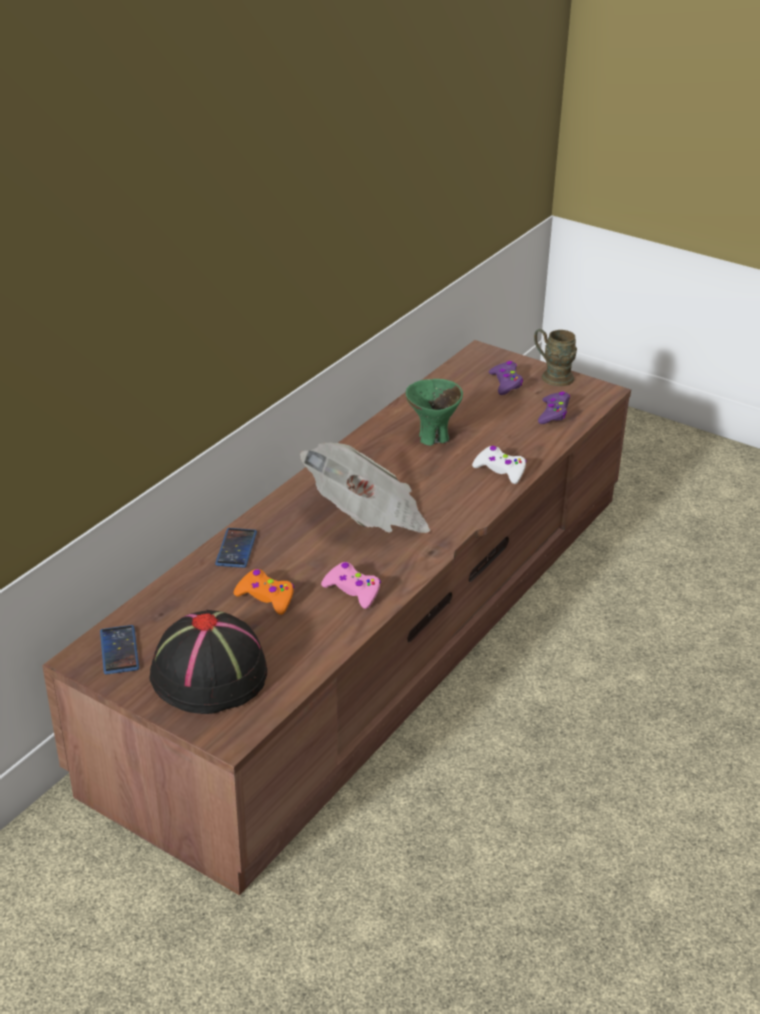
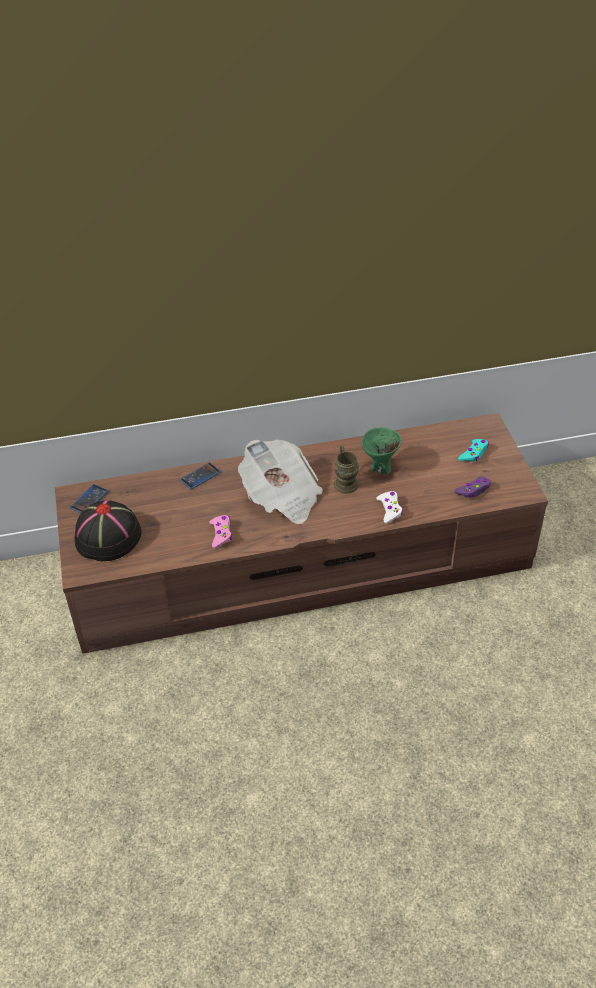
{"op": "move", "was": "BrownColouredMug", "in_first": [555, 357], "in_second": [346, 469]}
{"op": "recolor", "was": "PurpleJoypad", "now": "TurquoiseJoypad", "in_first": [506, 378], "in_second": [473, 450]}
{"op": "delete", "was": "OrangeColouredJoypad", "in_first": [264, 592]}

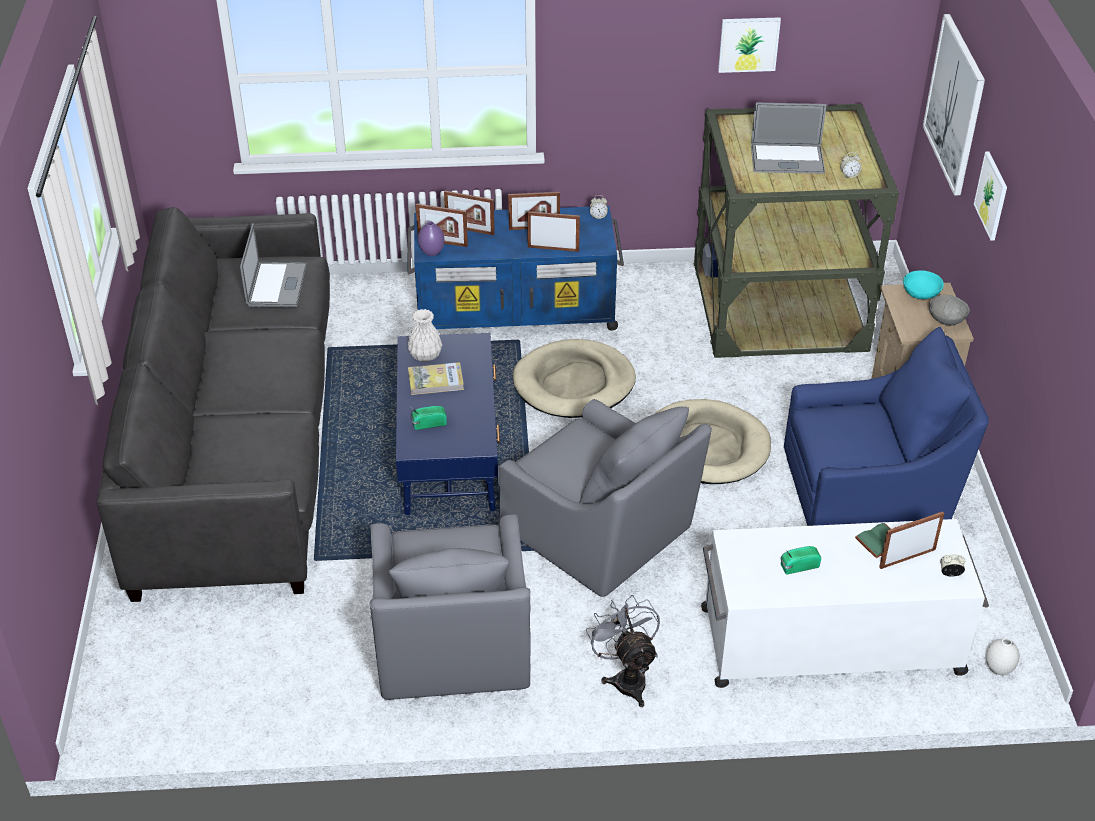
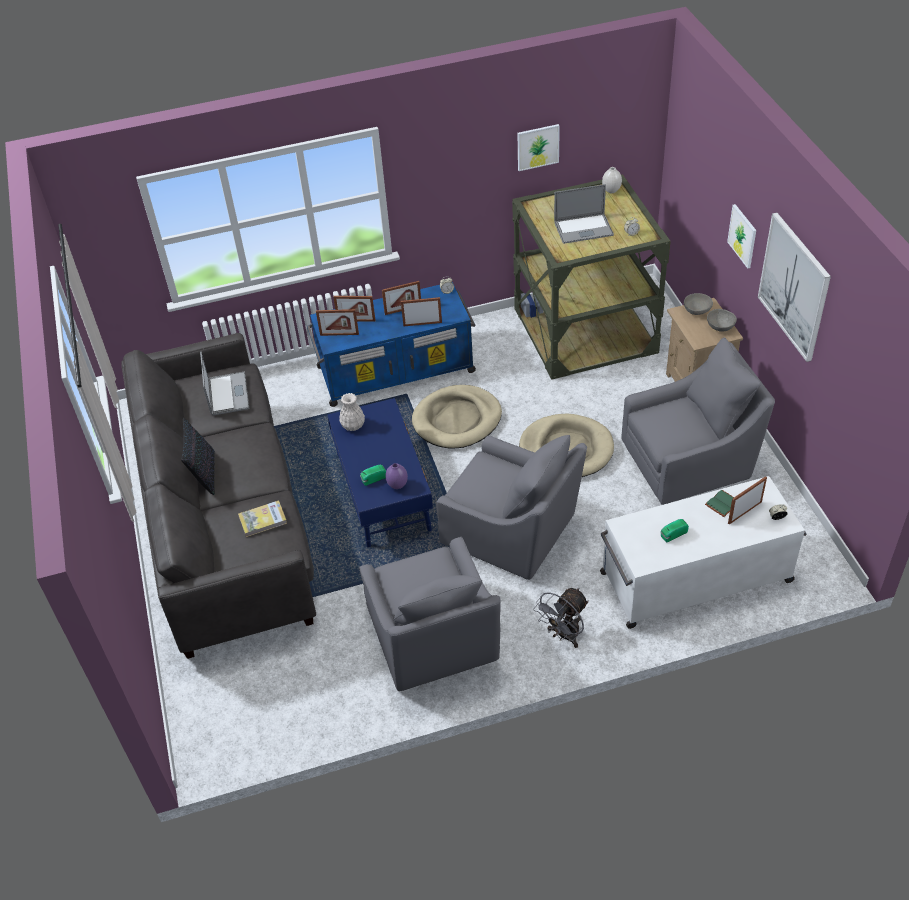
{"op": "insert", "now": "BlackishCushion", "in_second": [198, 456]}
{"op": "move", "was": "Volume", "in_first": [436, 378], "in_second": [262, 518]}
{"op": "move", "was": "PurpleDecorativeVase", "in_first": [431, 238], "in_second": [396, 476]}
{"op": "rotate", "was": "GreyishCoolingFan", "in_first": [623, 651], "in_second": [561, 618], "clockwise": -105}
{"op": "move", "was": "WhiteDecorativeVase", "in_first": [1003, 656], "in_second": [612, 180]}
{"op": "recolor", "was": "BlueLoungeChair", "now": "GreyishLoungeChair", "in_first": [886, 426], "in_second": [698, 421]}
{"op": "recolor", "was": "TurquoiseServingBowl", "now": "GreyishServingBowl", "in_first": [923, 284], "in_second": [698, 304]}
{"op": "move", "was": "WallPicture", "in_first": [954, 105], "in_second": [794, 287]}

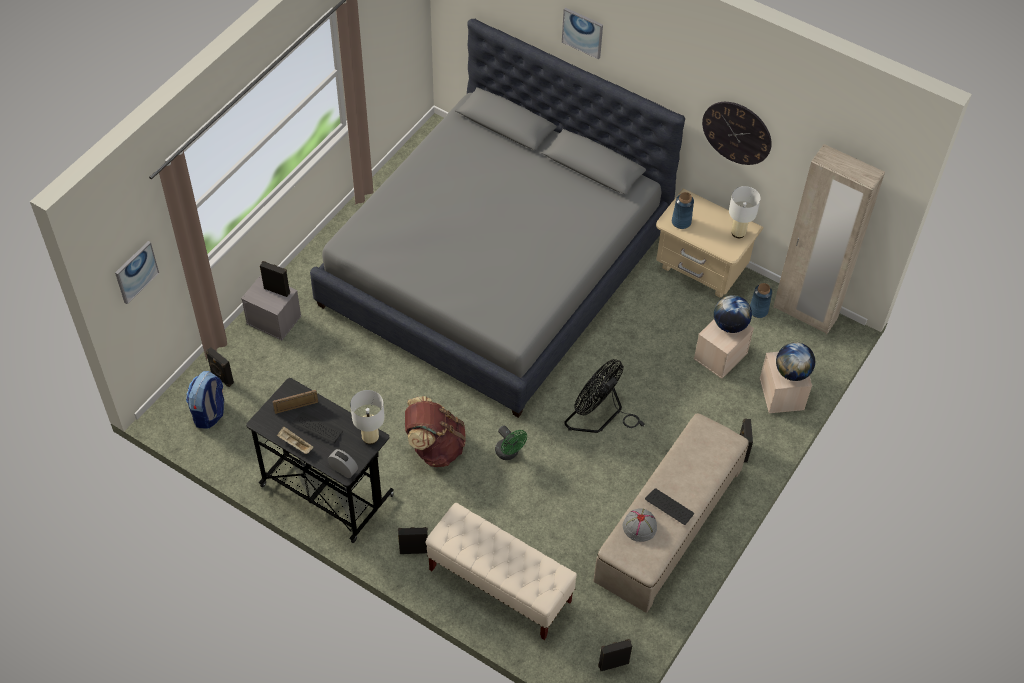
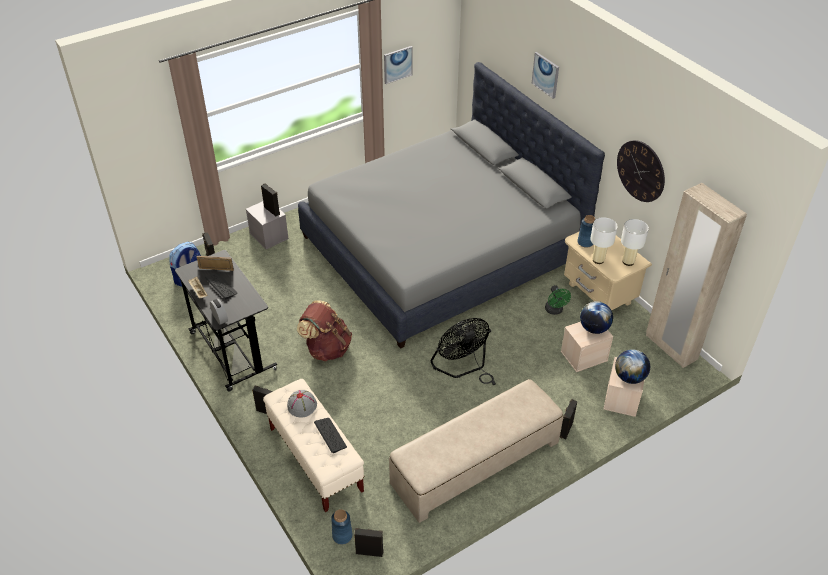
{"op": "move", "was": "GreyishClothingHat", "in_first": [640, 525], "in_second": [302, 403]}
{"op": "move", "was": "Keyboard", "in_first": [669, 506], "in_second": [330, 435]}
{"op": "move", "was": "BlueDecorativeVase", "in_first": [761, 300], "in_second": [342, 527]}
{"op": "move", "was": "WallPicture", "in_first": [137, 272], "in_second": [398, 65]}
{"op": "move", "was": "GreenColouredCoolingFan", "in_first": [511, 442], "in_second": [558, 300]}
{"op": "move", "was": "WhiteLampForATable", "in_first": [367, 417], "in_second": [604, 240]}

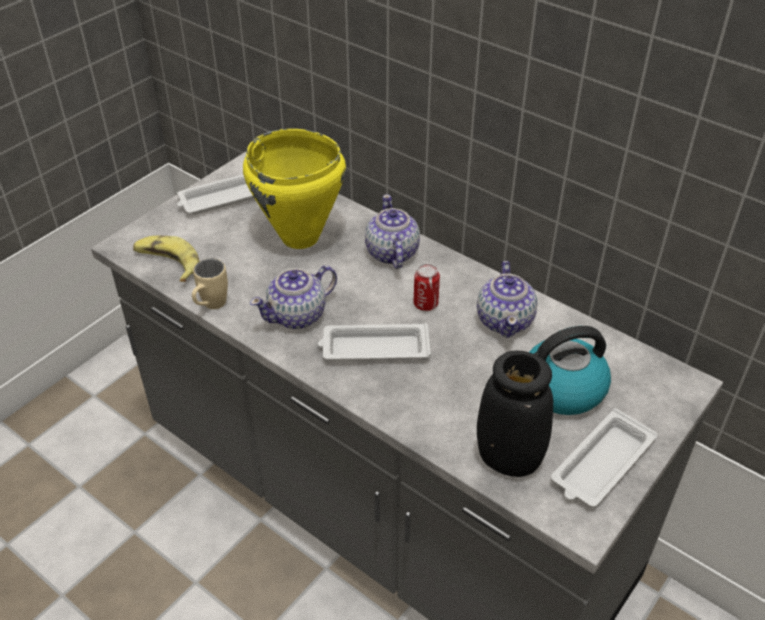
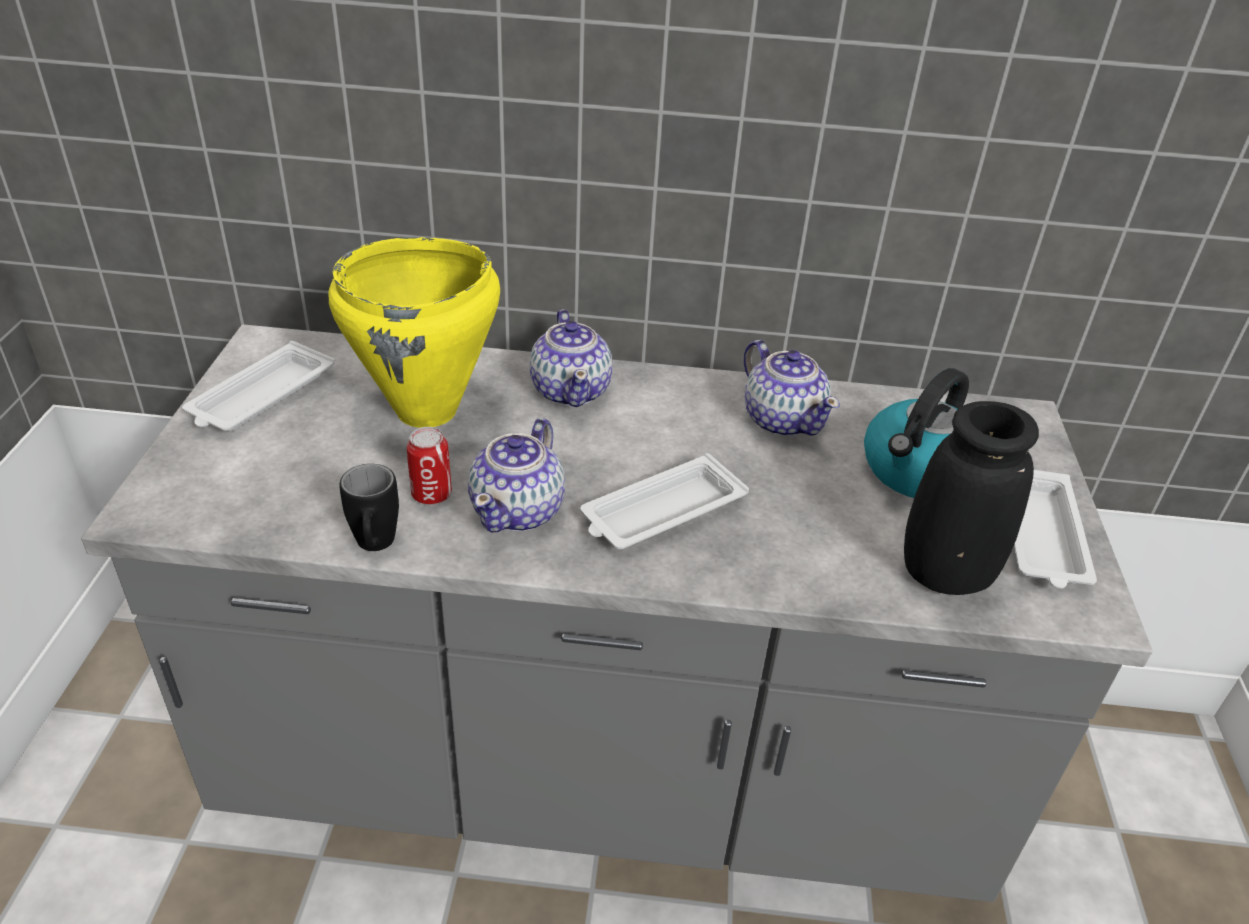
{"op": "recolor", "was": "SandColouredMug", "now": "BlackishMug", "in_first": [210, 283], "in_second": [369, 507]}
{"op": "move", "was": "Can", "in_first": [427, 287], "in_second": [429, 465]}
{"op": "rotate", "was": "Teapot", "in_first": [392, 231], "in_second": [570, 358], "clockwise": -150}
{"op": "delete", "was": "BananaFruit", "in_first": [166, 258]}

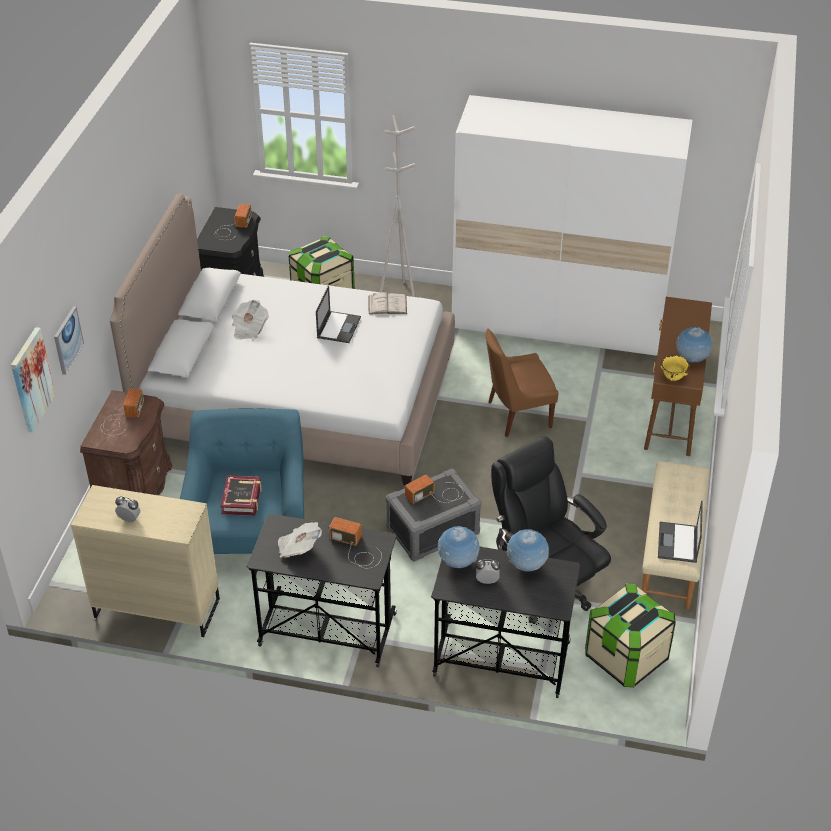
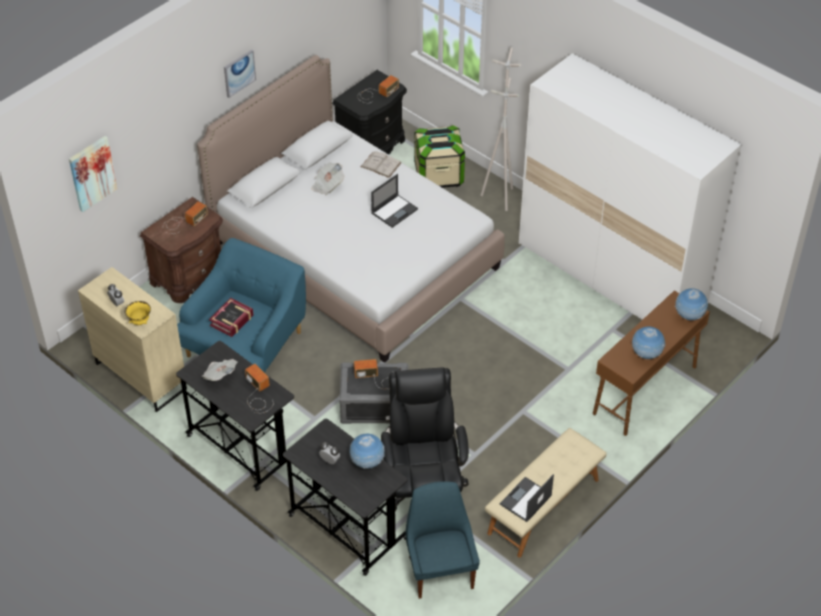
{"op": "move", "was": "YellowishServingBowl", "in_first": [675, 368], "in_second": [138, 313]}
{"op": "move", "was": "WallPicture", "in_first": [69, 340], "in_second": [240, 73]}
{"op": "move", "was": "WhiteVolume", "in_first": [388, 303], "in_second": [381, 164]}
{"op": "replace", "was": "StorageBox", "now": "BlueUprightChair", "in_first": [630, 635], "in_second": [442, 540]}
{"op": "move", "was": "DeskGlobe", "in_first": [458, 547], "in_second": [691, 304]}
{"op": "delete", "was": "BrownColouredUprightChair", "in_first": [522, 383]}

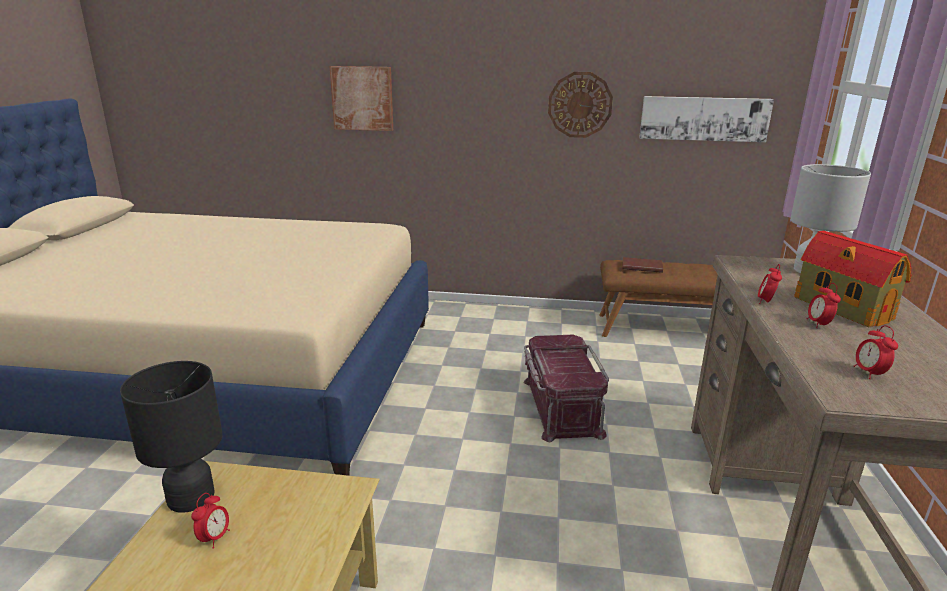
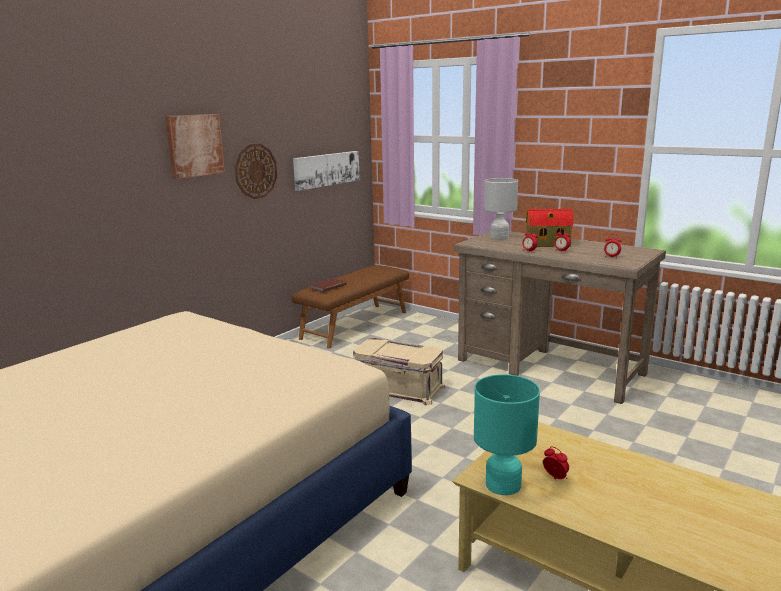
{"op": "move", "was": "WallPicture", "in_first": [361, 98], "in_second": [195, 146]}
{"op": "recolor", "was": "RedStorageBox", "now": "SandColouredStorageBox", "in_first": [566, 388], "in_second": [399, 372]}
{"op": "recolor", "was": "BlackishLampForATable", "now": "TurquoiseLampForATable", "in_first": [171, 437], "in_second": [507, 434]}

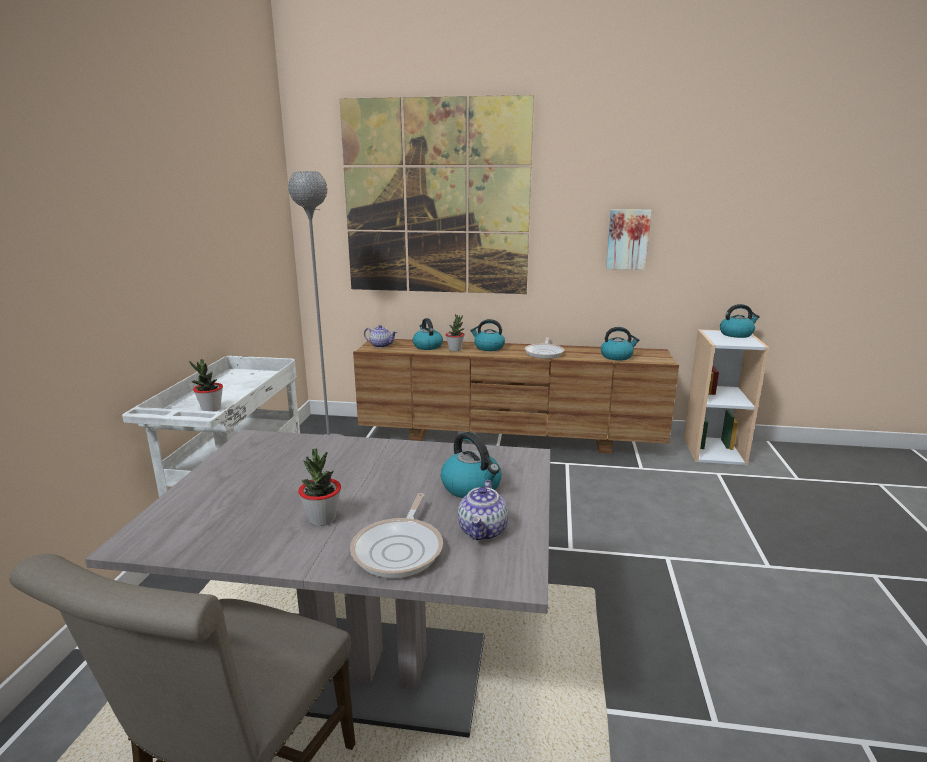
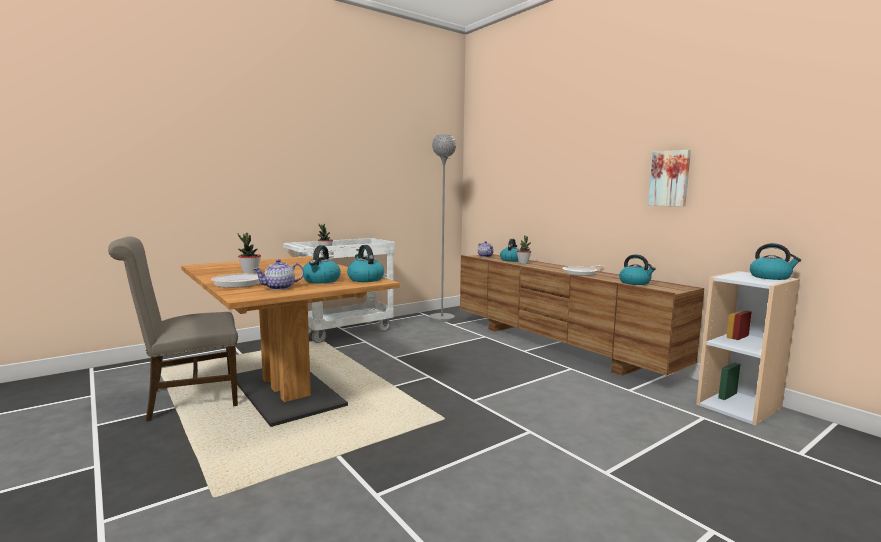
{"op": "recolor", "was": "GreyishKitchenTable", "now": "BrownColouredKitchenTable", "in_first": [317, 584], "in_second": [290, 341]}
{"op": "move", "was": "WaterKettle", "in_first": [487, 335], "in_second": [365, 263]}
{"op": "delete", "was": "WallPicture", "in_first": [436, 194]}

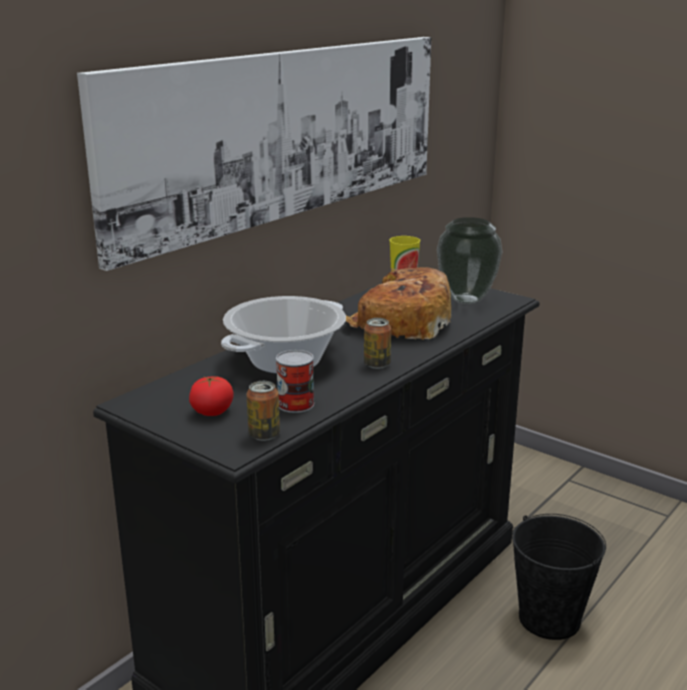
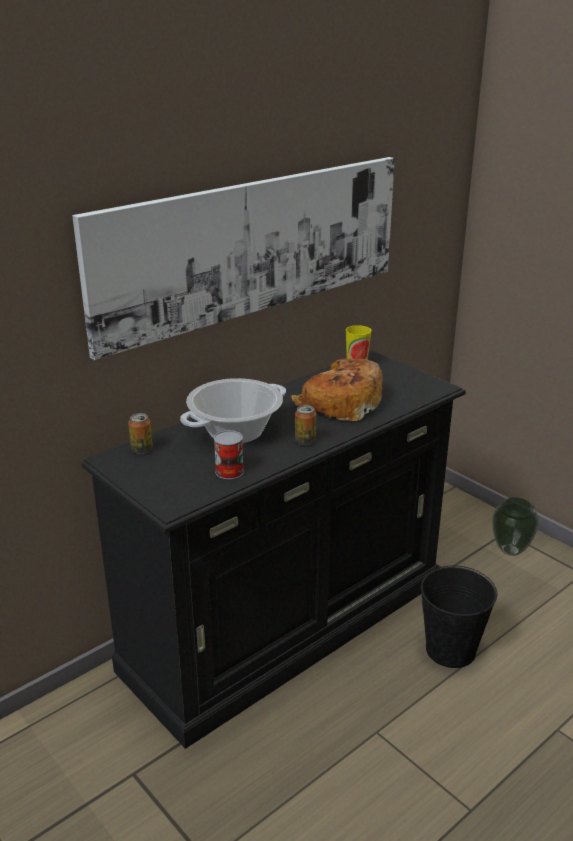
{"op": "move", "was": "Can", "in_first": [263, 411], "in_second": [140, 433]}
{"op": "move", "was": "DecorativeVase", "in_first": [469, 260], "in_second": [515, 526]}
{"op": "delete", "was": "Tomato", "in_first": [211, 396]}

